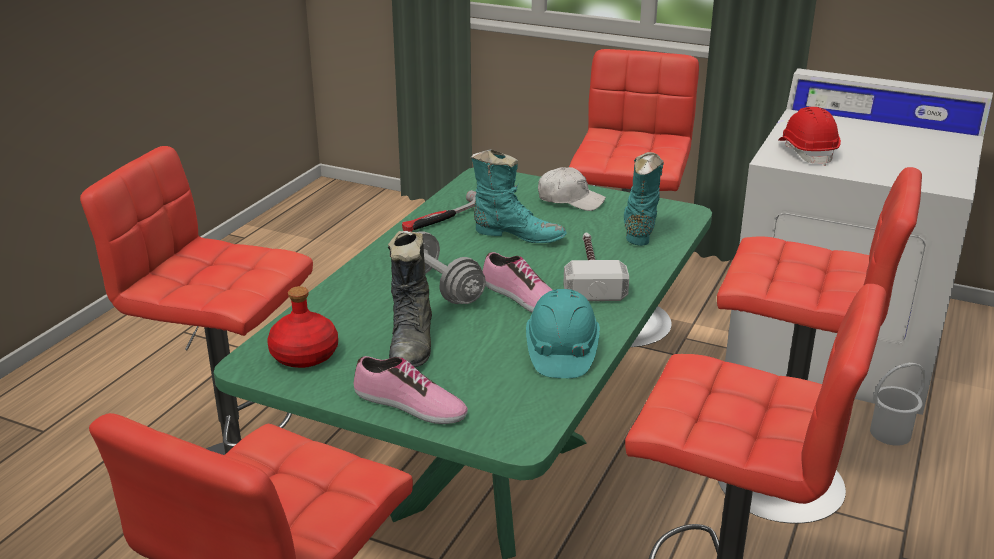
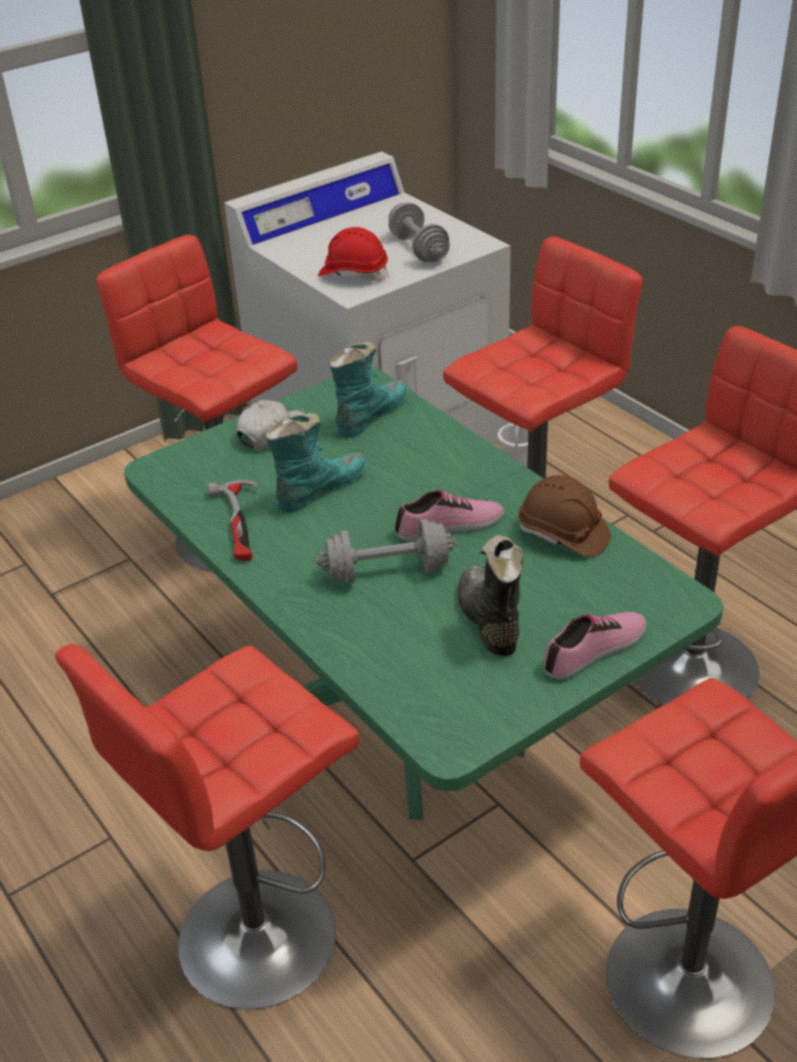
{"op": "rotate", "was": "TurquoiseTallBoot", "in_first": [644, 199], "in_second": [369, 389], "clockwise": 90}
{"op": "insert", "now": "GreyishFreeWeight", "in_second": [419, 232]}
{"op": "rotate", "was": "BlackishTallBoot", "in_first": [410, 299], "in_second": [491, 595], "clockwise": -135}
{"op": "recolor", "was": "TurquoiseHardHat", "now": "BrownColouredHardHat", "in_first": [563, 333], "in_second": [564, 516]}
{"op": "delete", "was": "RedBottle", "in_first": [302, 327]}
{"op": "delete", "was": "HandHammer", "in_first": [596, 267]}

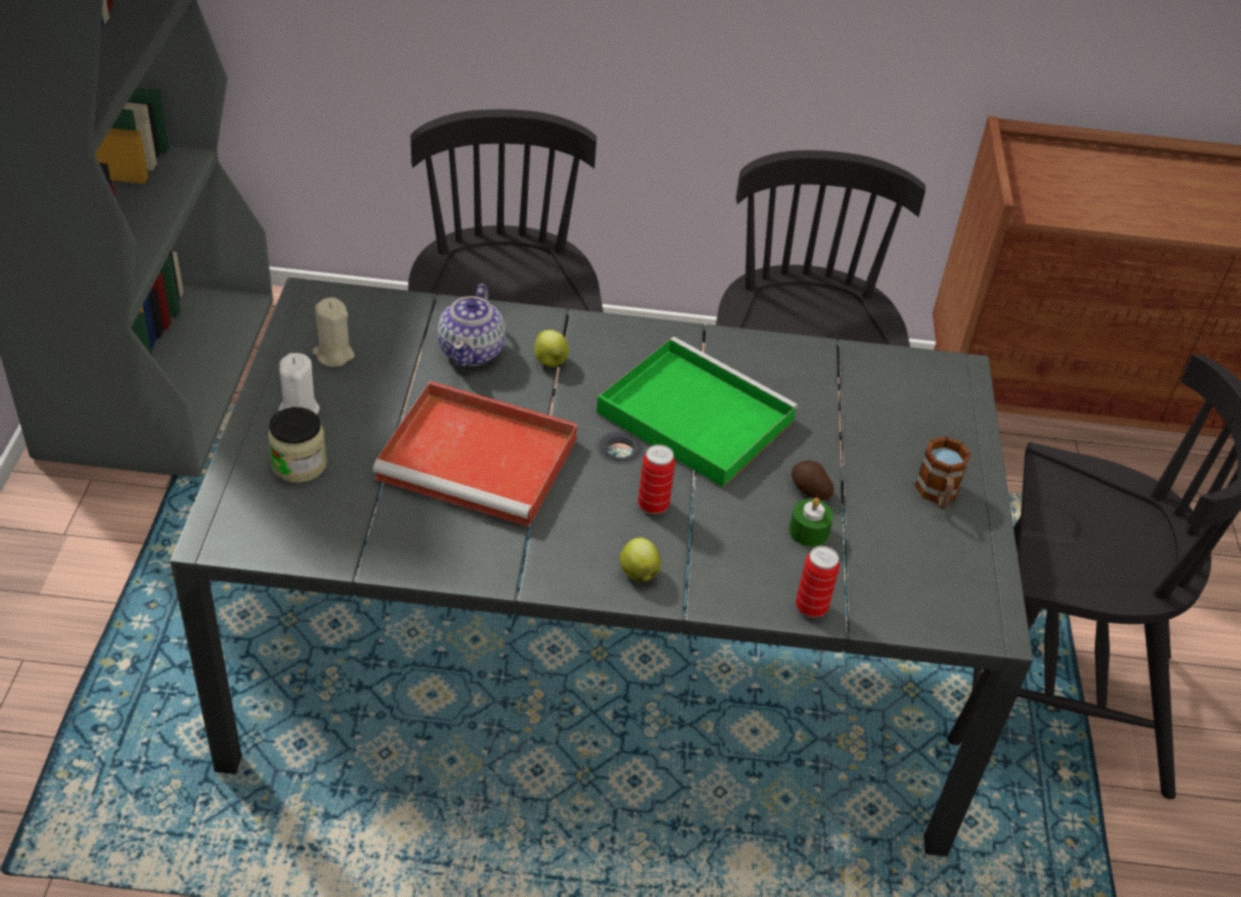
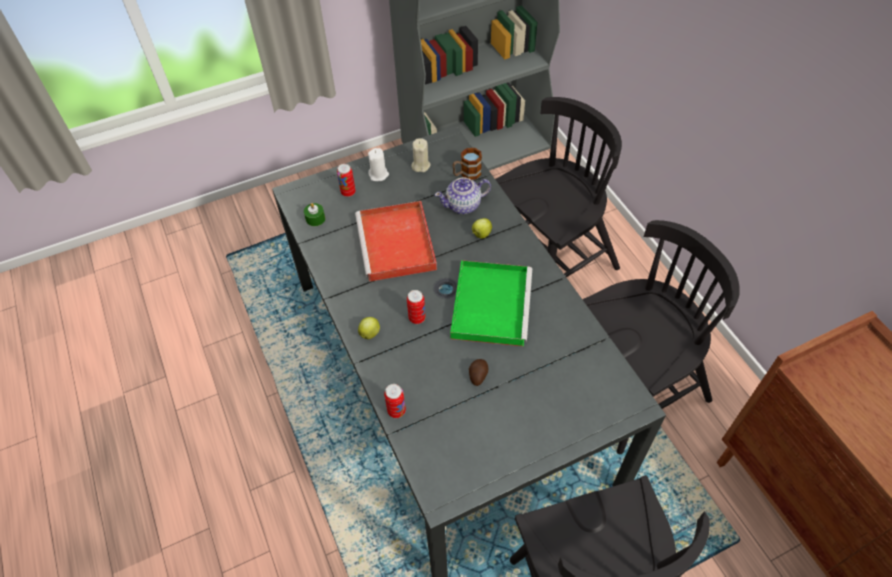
{"op": "move", "was": "GreenColouredCandle", "in_first": [811, 522], "in_second": [314, 214]}
{"op": "replace", "was": "Jar", "now": "Can", "in_first": [297, 445], "in_second": [346, 180]}
{"op": "move", "was": "Mug", "in_first": [943, 473], "in_second": [467, 164]}

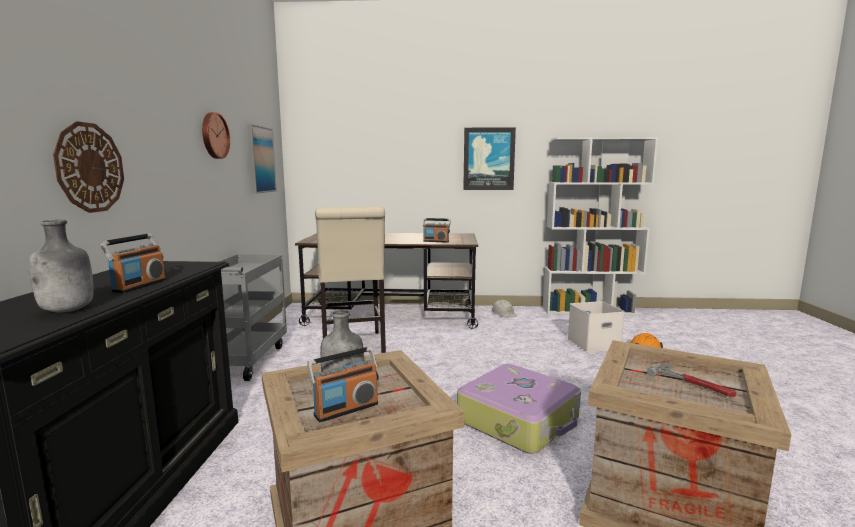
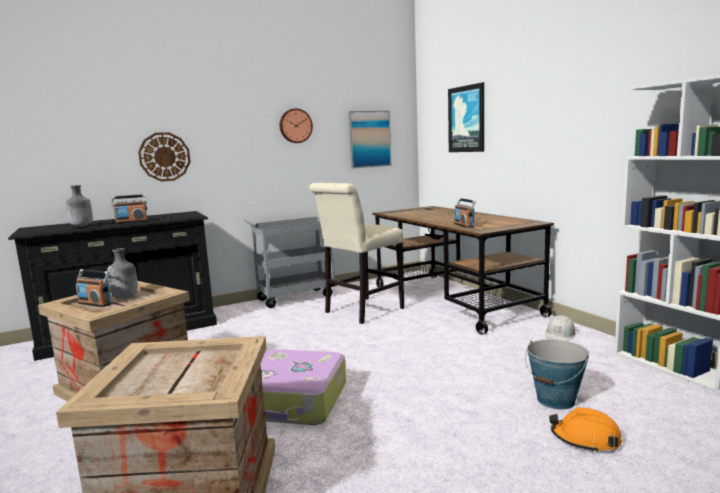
{"op": "move", "was": "WallPicture", "in_first": [489, 158], "in_second": [466, 117]}
{"op": "replace", "was": "WhiteStorageBox", "now": "WaterBucket", "in_first": [596, 327], "in_second": [557, 374]}
{"op": "delete", "was": "HandHammer", "in_first": [691, 380]}

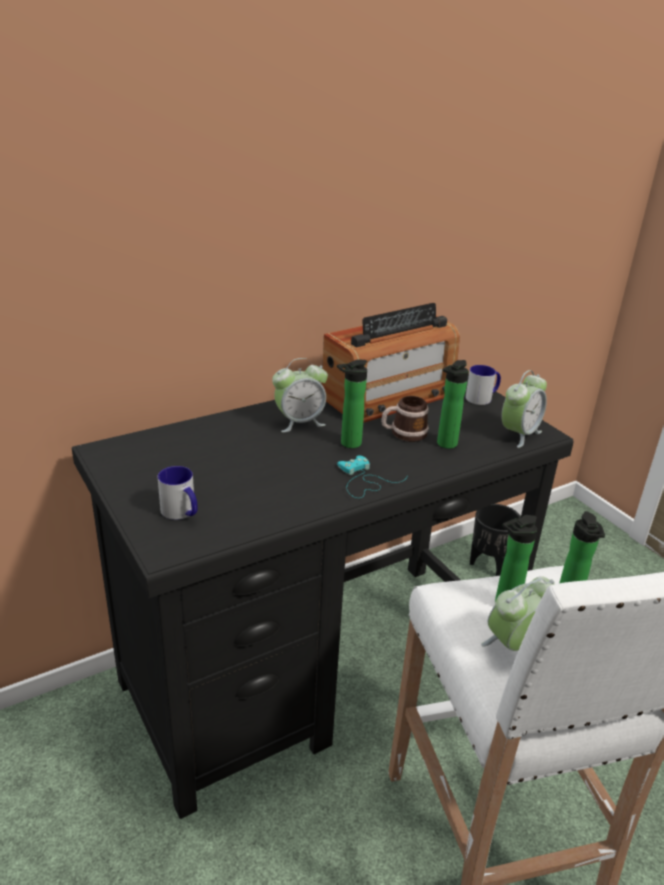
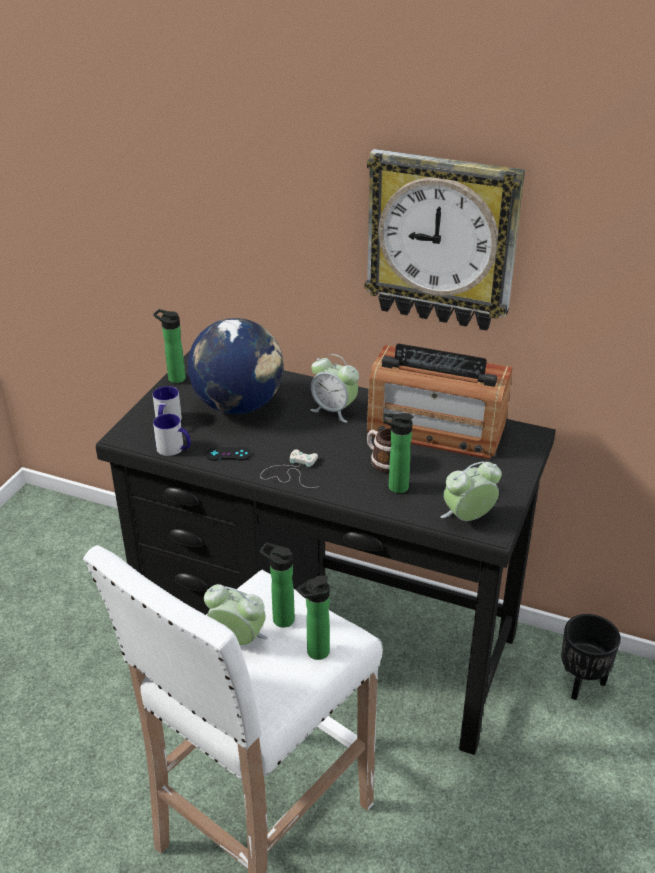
{"op": "move", "was": "Bottle", "in_first": [352, 403], "in_second": [169, 346]}
{"op": "move", "was": "Mug", "in_first": [483, 385], "in_second": [172, 435]}
{"op": "insert", "now": "DeskGlobe", "in_second": [236, 366]}
{"op": "insert", "now": "BlackishJoypad", "in_second": [228, 454]}
{"op": "recolor", "was": "TurquoiseJoypad", "now": "WhiteJoypad", "in_first": [372, 476], "in_second": [289, 468]}
{"op": "insert", "now": "HangingClock", "in_second": [445, 240]}
{"op": "rotate", "was": "BedsideClock", "in_first": [524, 409], "in_second": [471, 491], "clockwise": 150}

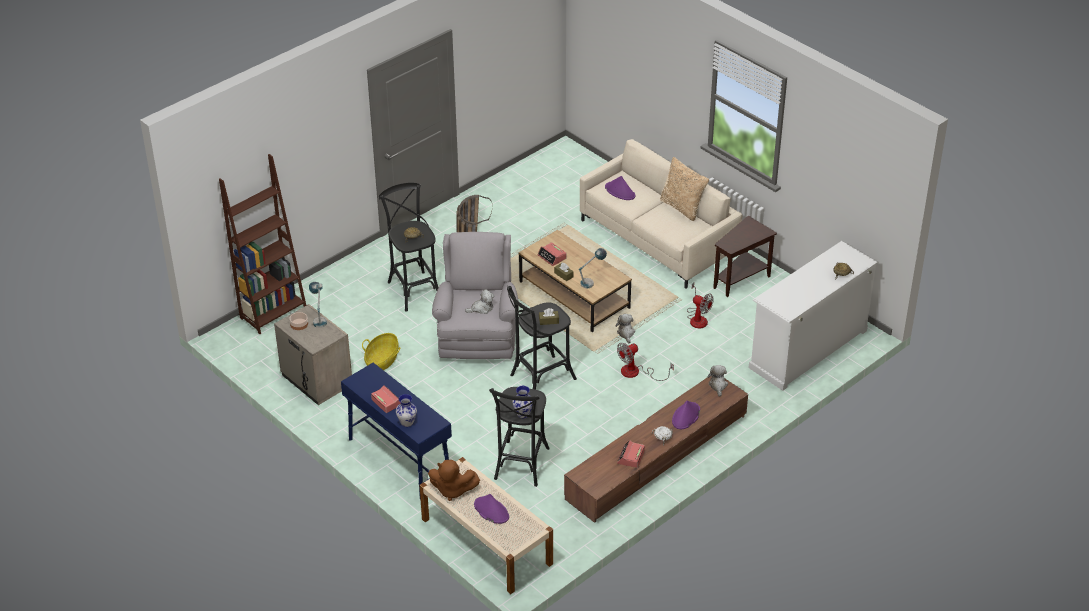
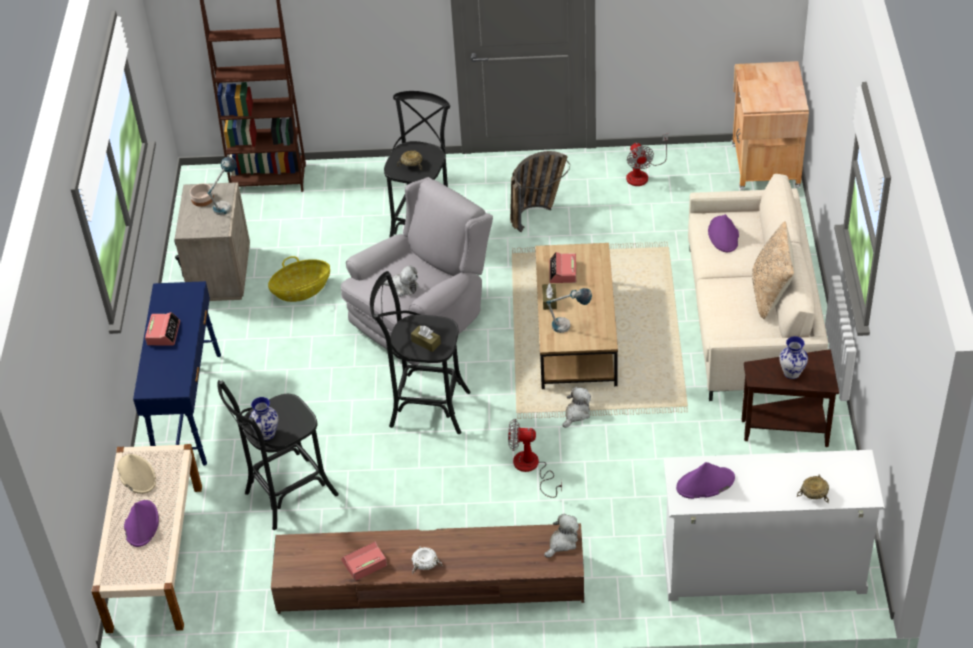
{"op": "replace", "was": "BrownColouredSoftToy", "now": "SandColouredClothingHat", "in_first": [454, 480], "in_second": [136, 474]}
{"op": "move", "was": "CoolingFan", "in_first": [700, 305], "in_second": [647, 160]}
{"op": "move", "was": "PurpleClothingHat", "in_first": [686, 414], "in_second": [705, 480]}
{"op": "insert", "now": "BrownColouredCart", "in_second": [770, 126]}
{"op": "move", "was": "DecorativeVase", "in_first": [406, 410], "in_second": [793, 357]}

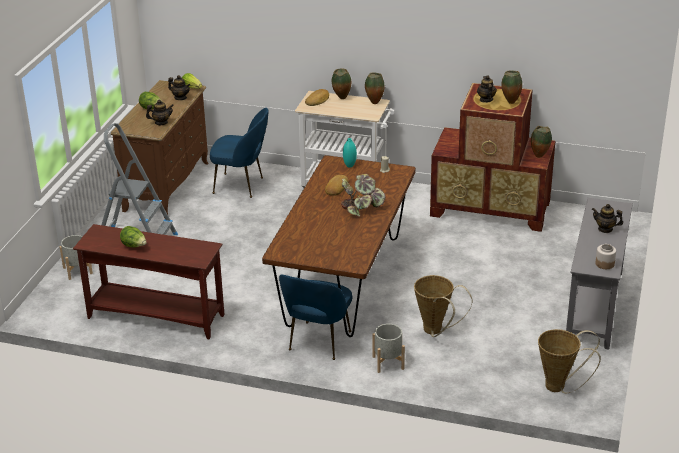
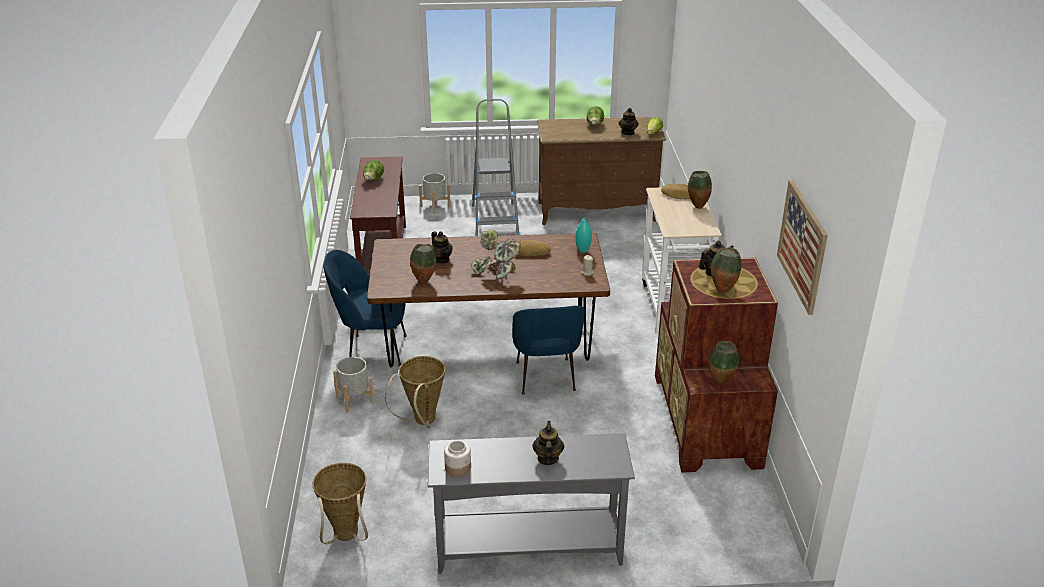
{"op": "move", "was": "DecorativeVase", "in_first": [374, 88], "in_second": [423, 263]}
{"op": "move", "was": "Teapot", "in_first": [160, 112], "in_second": [442, 247]}
{"op": "move", "was": "BlueUprightChair", "in_first": [239, 153], "in_second": [548, 350]}
{"op": "insert", "now": "WallPicture", "in_second": [802, 247]}

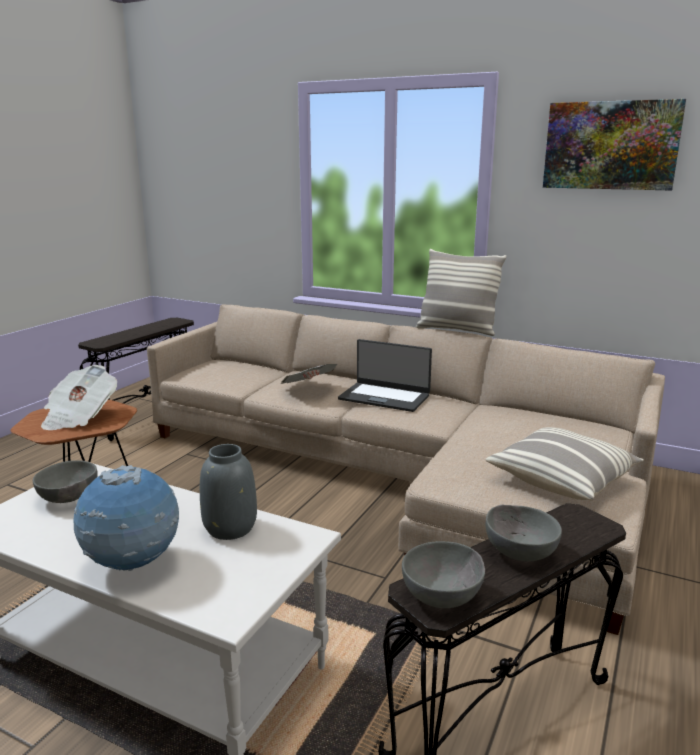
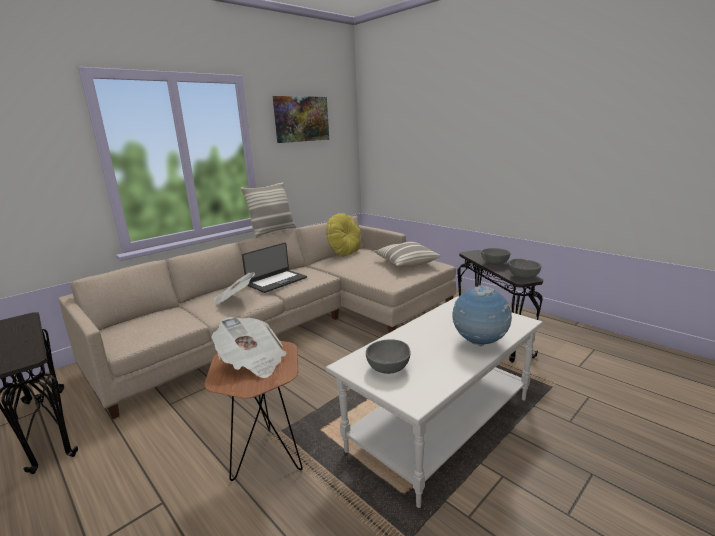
{"op": "insert", "now": "YellowishCushion", "in_second": [343, 235]}
{"op": "delete", "was": "GreyishDecorativeVase", "in_first": [228, 492]}

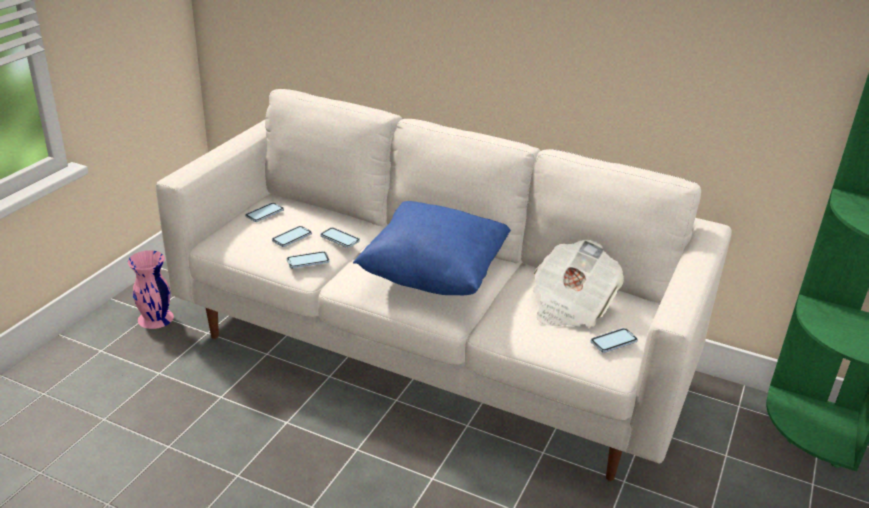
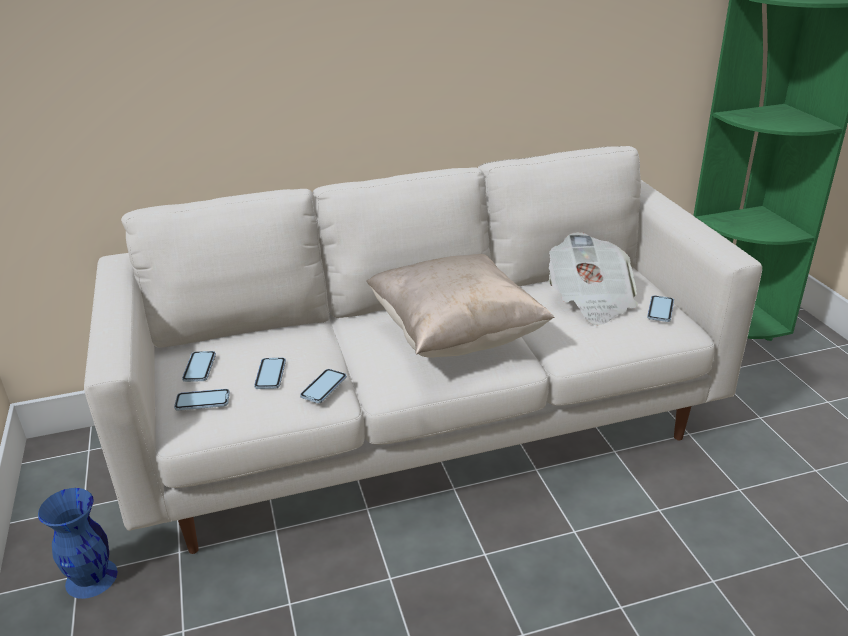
{"op": "recolor", "was": "PinkishDecorativeVase", "now": "BlueDecorativeVase", "in_first": [151, 289], "in_second": [77, 543]}
{"op": "move", "was": "Telephone", "in_first": [340, 238], "in_second": [202, 399]}
{"op": "recolor", "was": "BlueCushion", "now": "SandColouredCushion", "in_first": [432, 248], "in_second": [460, 306]}

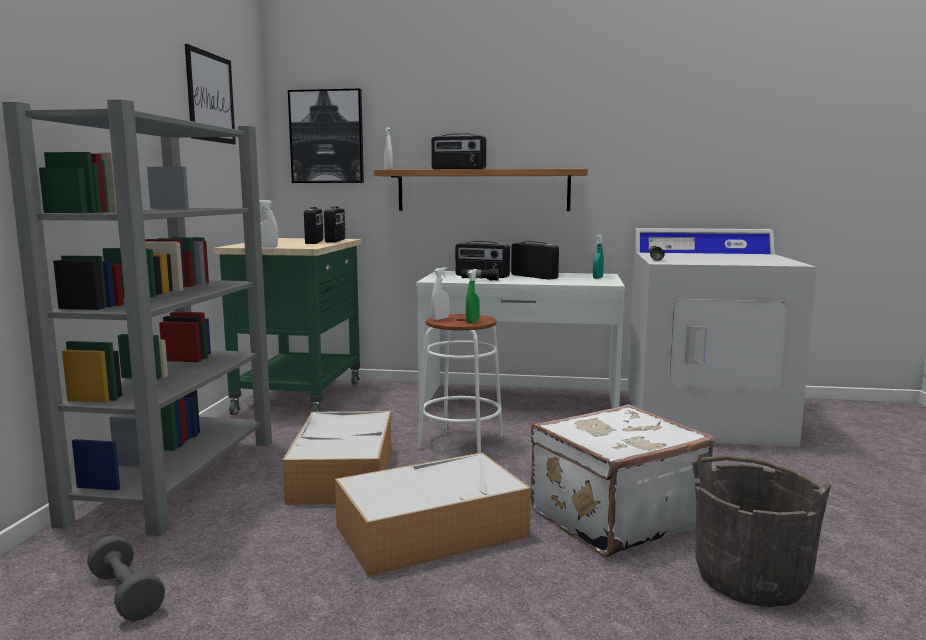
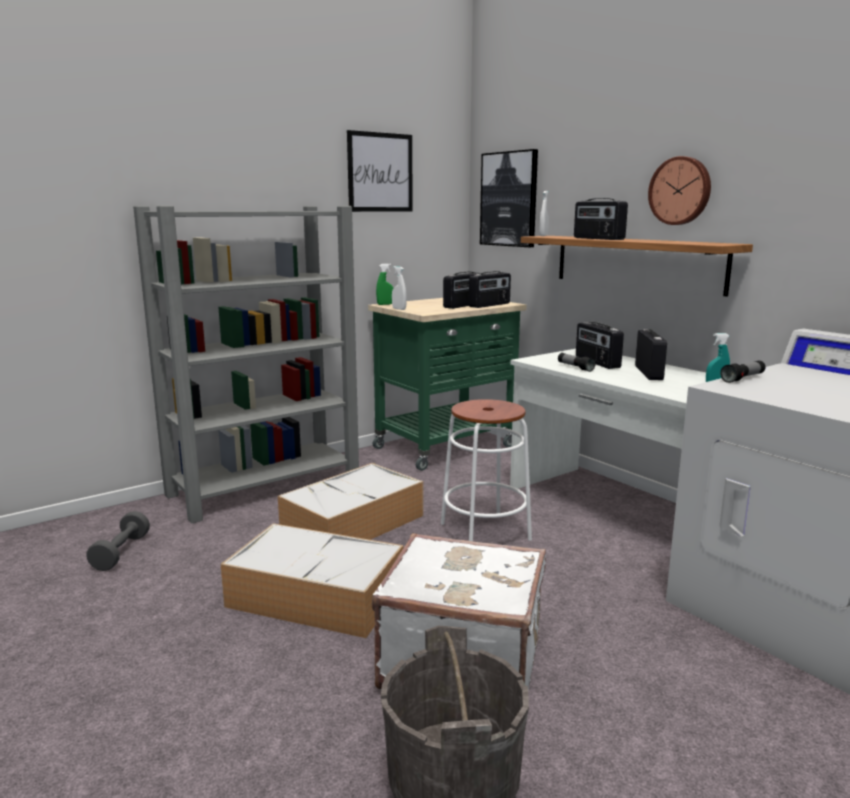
{"op": "move", "was": "GreenColouredSprayer", "in_first": [473, 296], "in_second": [385, 284]}
{"op": "insert", "now": "HangingClock", "in_second": [679, 190]}
{"op": "delete", "was": "WhiteSprayer", "in_first": [440, 293]}

